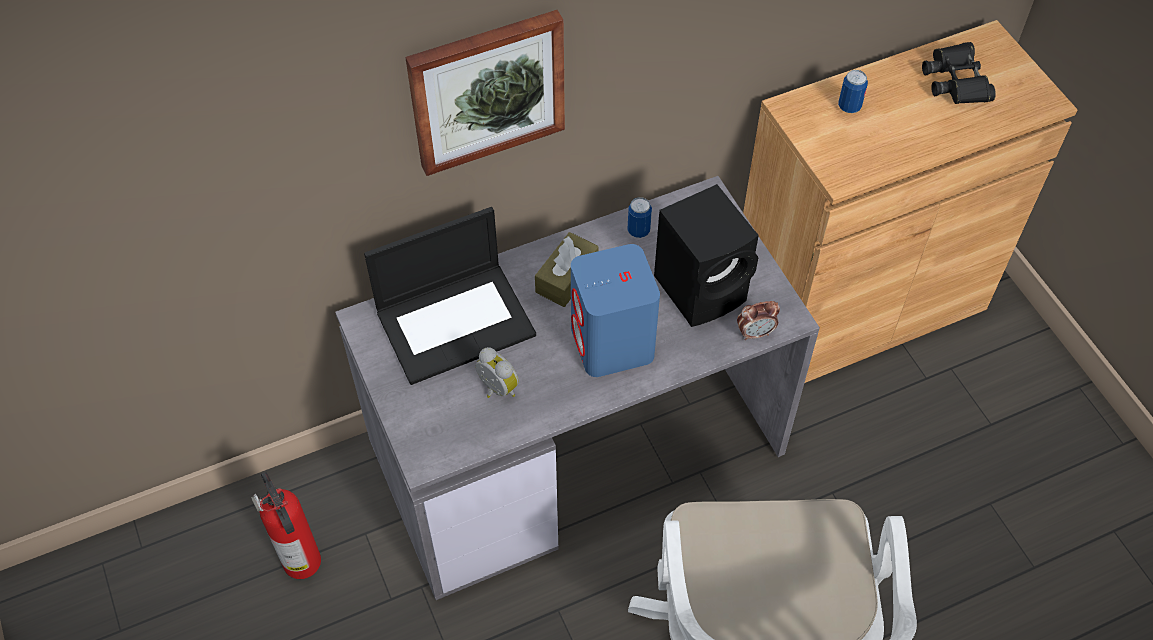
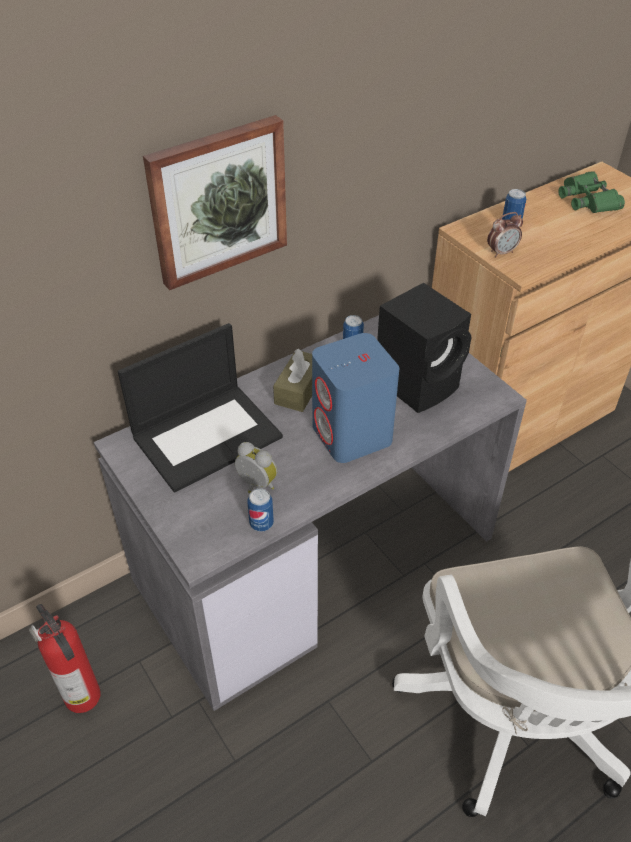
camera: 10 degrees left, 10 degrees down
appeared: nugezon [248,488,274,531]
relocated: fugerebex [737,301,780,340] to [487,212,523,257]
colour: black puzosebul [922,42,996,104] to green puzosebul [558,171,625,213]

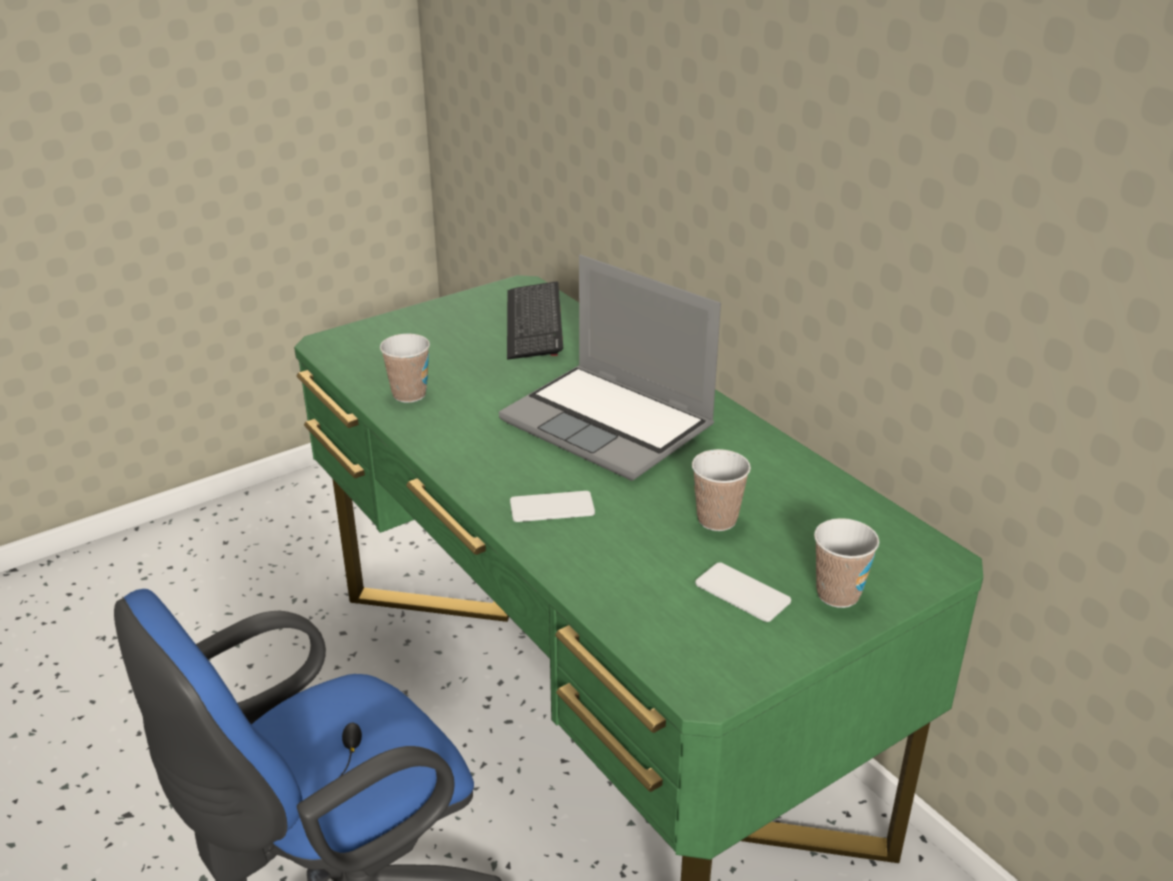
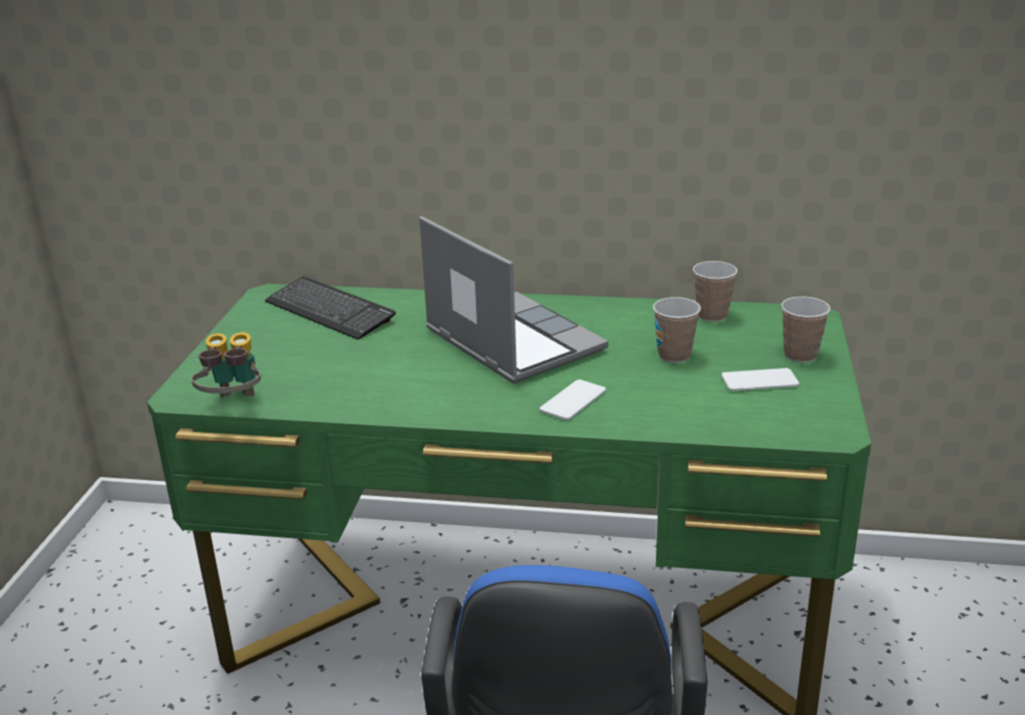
camera: 45 degrees left, 5 degrees down
appeared: puzosebul [191,332,261,398]
relocated: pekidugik [380,333,430,403] to [693,261,738,322]
spun: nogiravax [499,255,721,481] = [419,216,608,384] 120 degrees counterclockwise

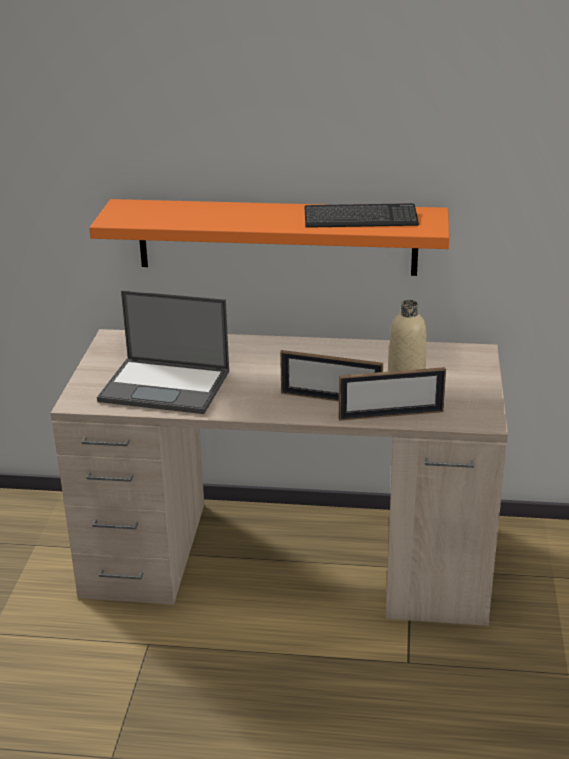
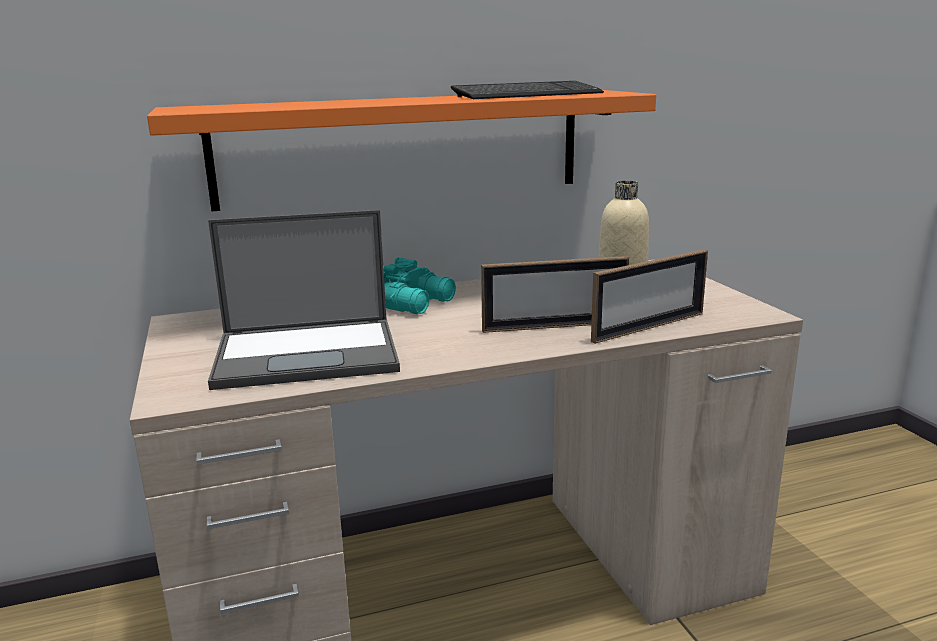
camera: 25 degrees left, 10 degrees down
appeared: turquoise puzosebul [383,257,456,314]

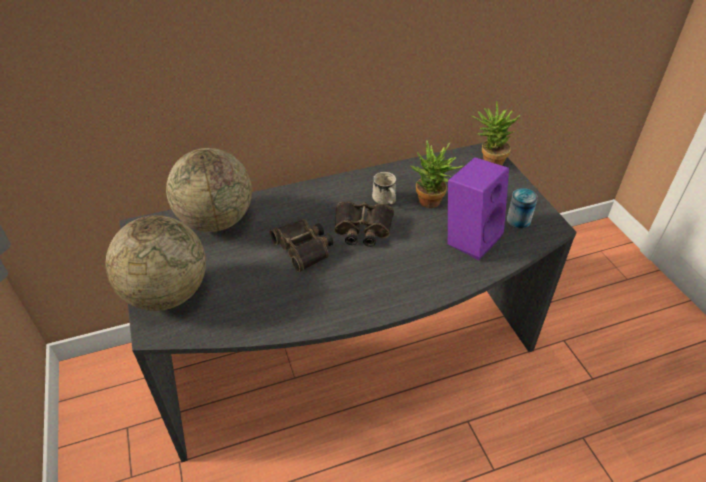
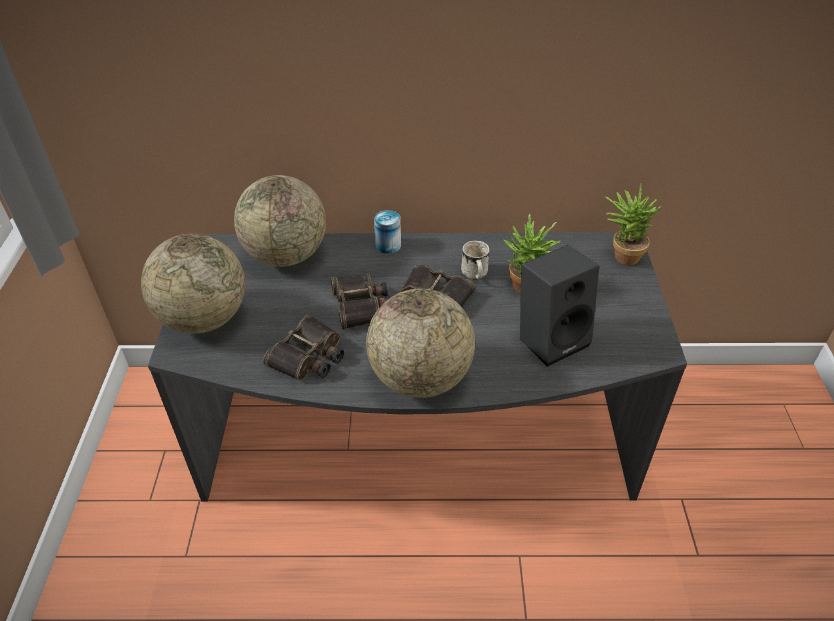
camera: 20 degrees right, 0 degrees up
appeared: puzosebul [263,315,344,381]; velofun [366,288,475,398]
relocated: nugezon [507,188,538,228] to [374,210,401,254]
colour: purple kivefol [448,157,509,260] to black kivefol [520,245,599,367]

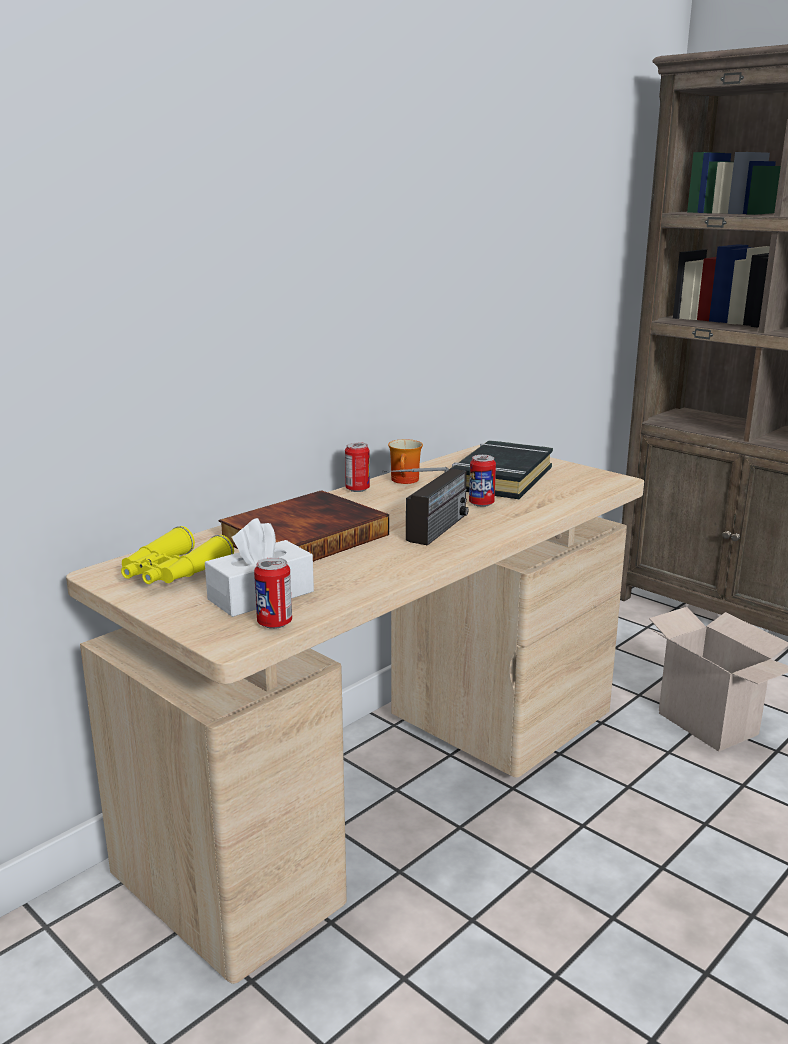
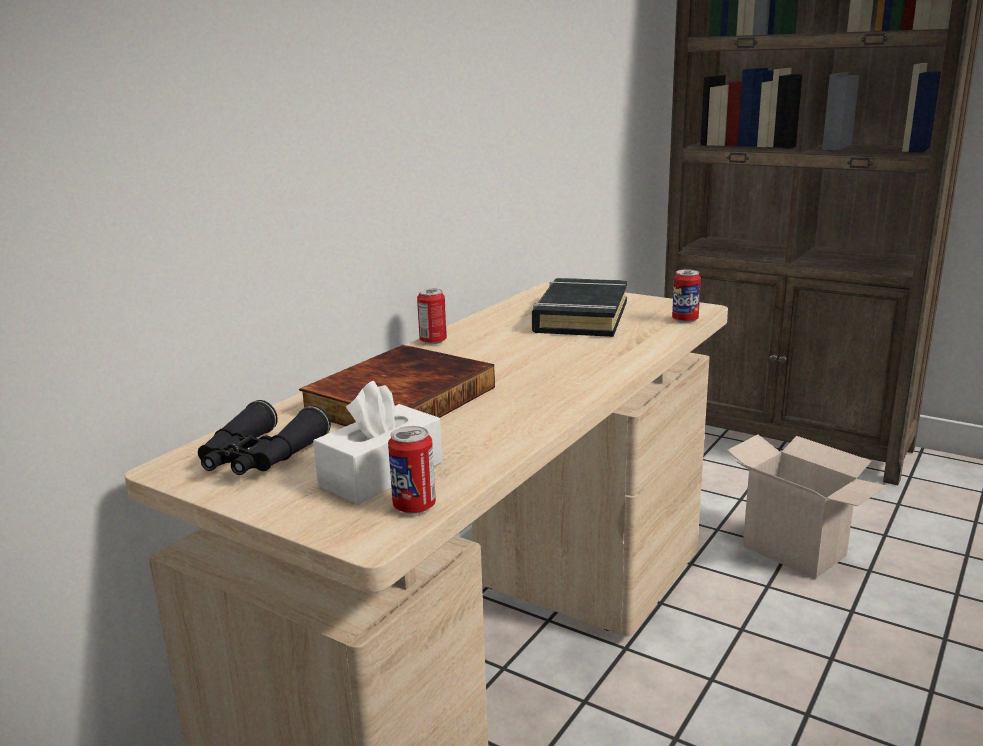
camera: 10 degrees left, 0 degrees up
missing: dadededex [382,467,469,546]; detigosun [388,439,423,484]
relocated: nugezon [469,455,496,507] to [672,270,701,323]
colour: yellow puzosebul [121,526,234,584] to black puzosebul [198,400,331,475]

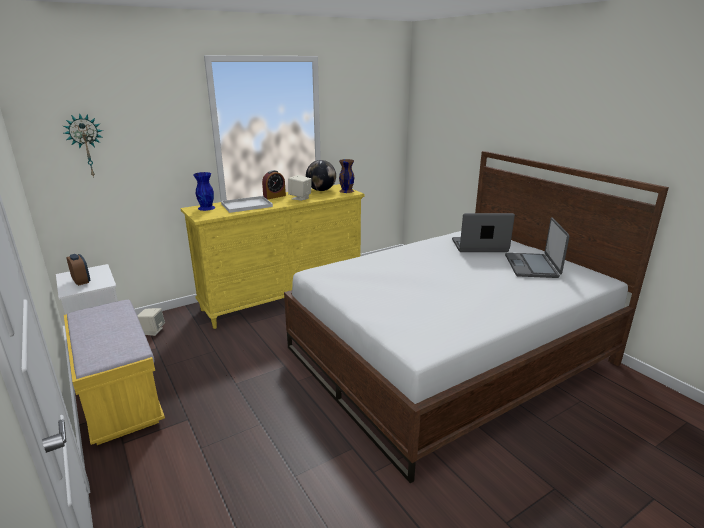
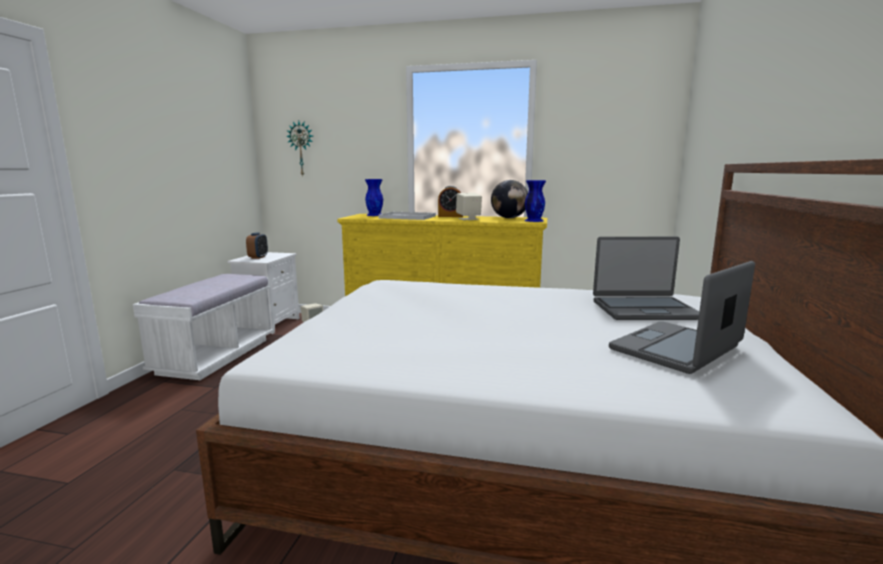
camera: 45 degrees right, 10 degrees down
colour: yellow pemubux [64,300,165,445] to white pemubux [133,274,273,380]; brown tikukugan [339,159,354,193] to blue tikukugan [524,180,546,222]
spun: nogiravax [452,213,515,252] = [593,237,699,320] 135 degrees clockwise

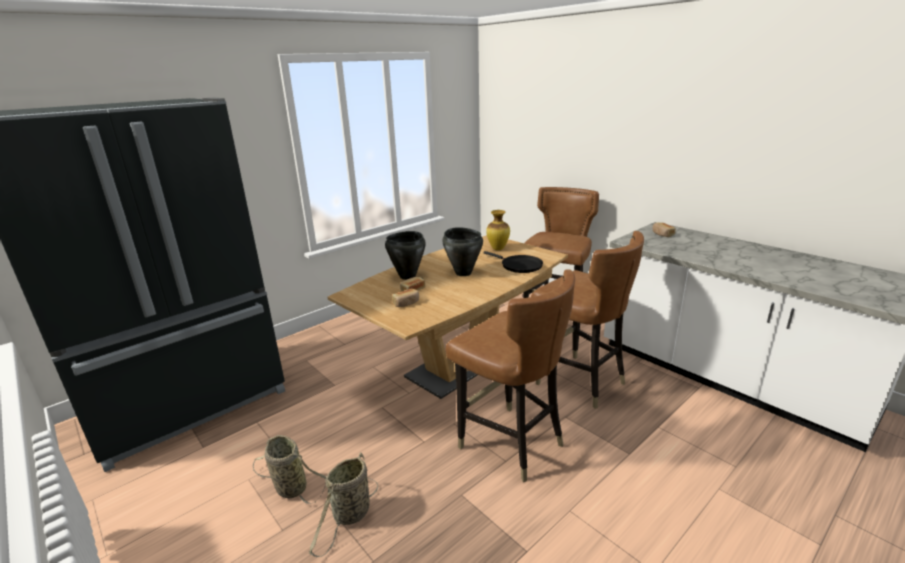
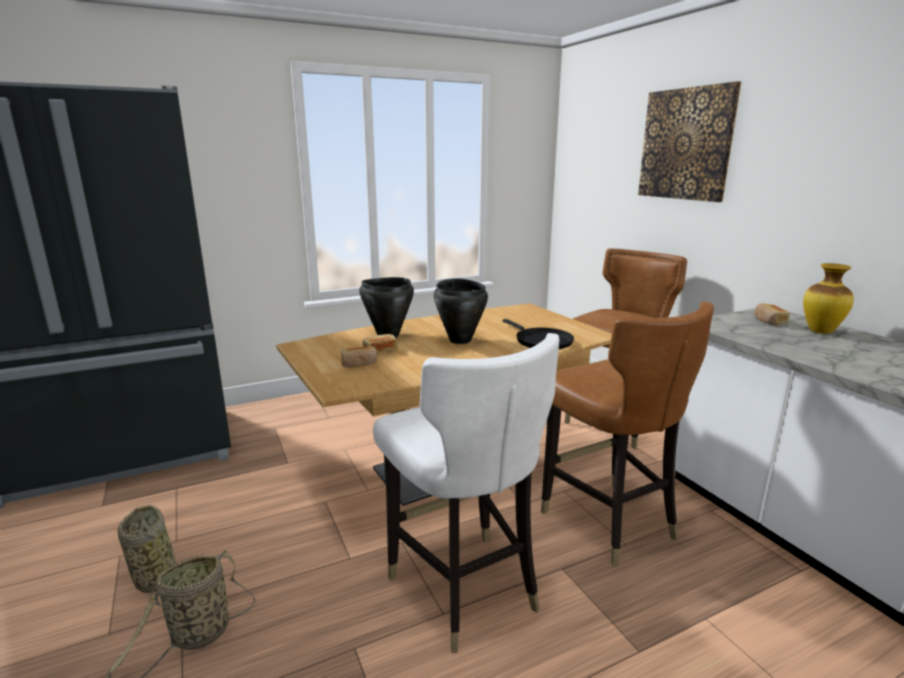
camera: 15 degrees right, 5 degrees down
appeared: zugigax [638,81,741,202]
relocated: tikukugan [486,210,510,250] to [803,263,854,334]
colour: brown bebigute [446,269,575,482] to white bebigute [373,333,560,653]

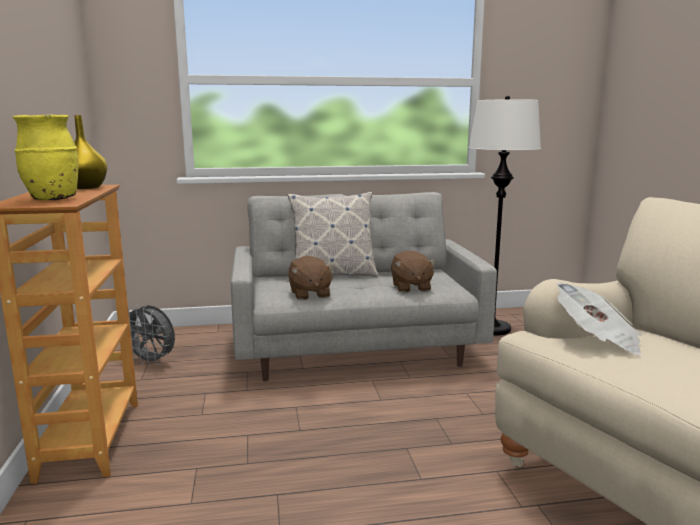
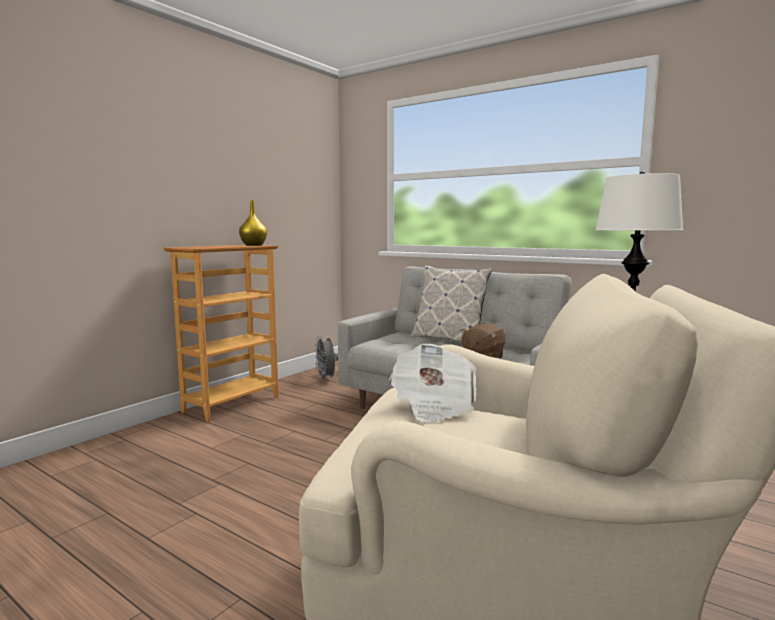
camera: 45 degrees right, 5 degrees down
missing: yellow tikukugan [13,114,78,200]; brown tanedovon [288,256,334,300]

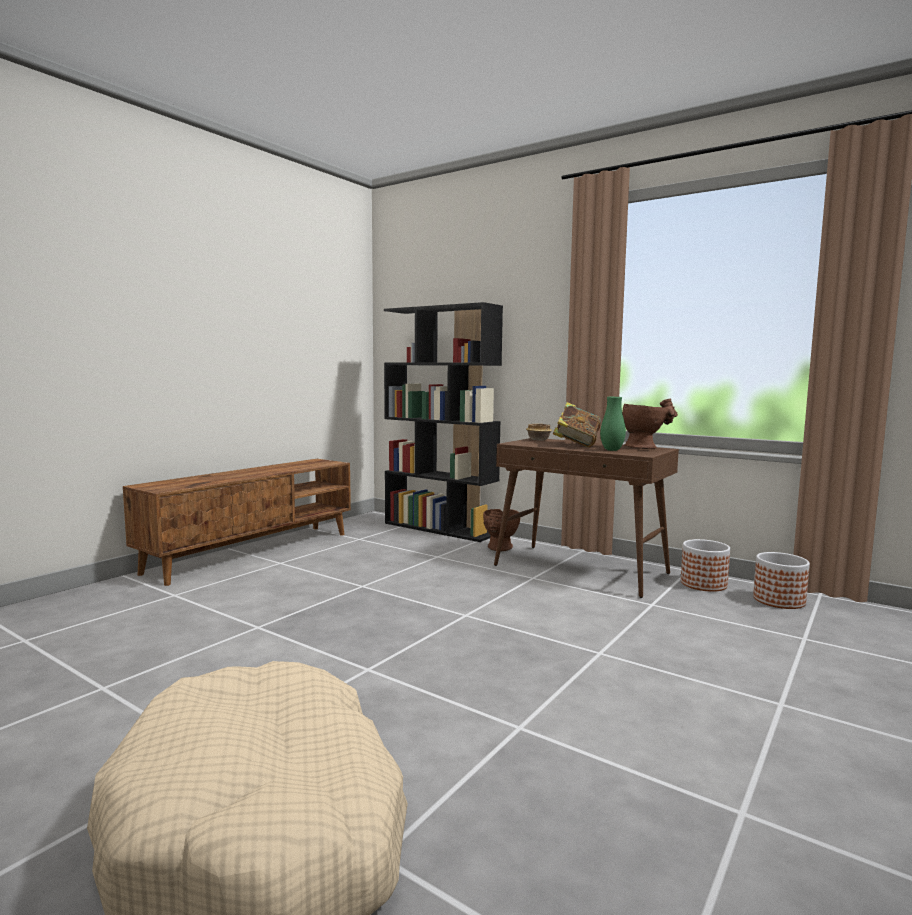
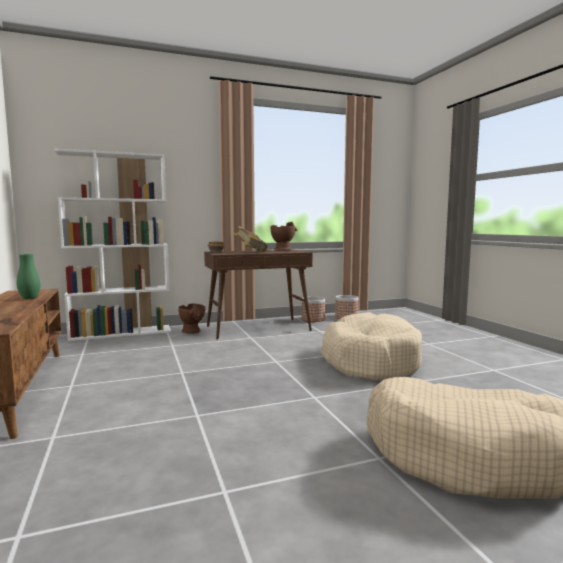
camera: 55 degrees left, 0 degrees up
appeared: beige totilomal [321,312,422,381]
relocated: green tikukugan [600,397,626,451] to [16,254,41,299]
colour: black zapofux [384,302,503,542] to white zapofux [54,149,171,341]

